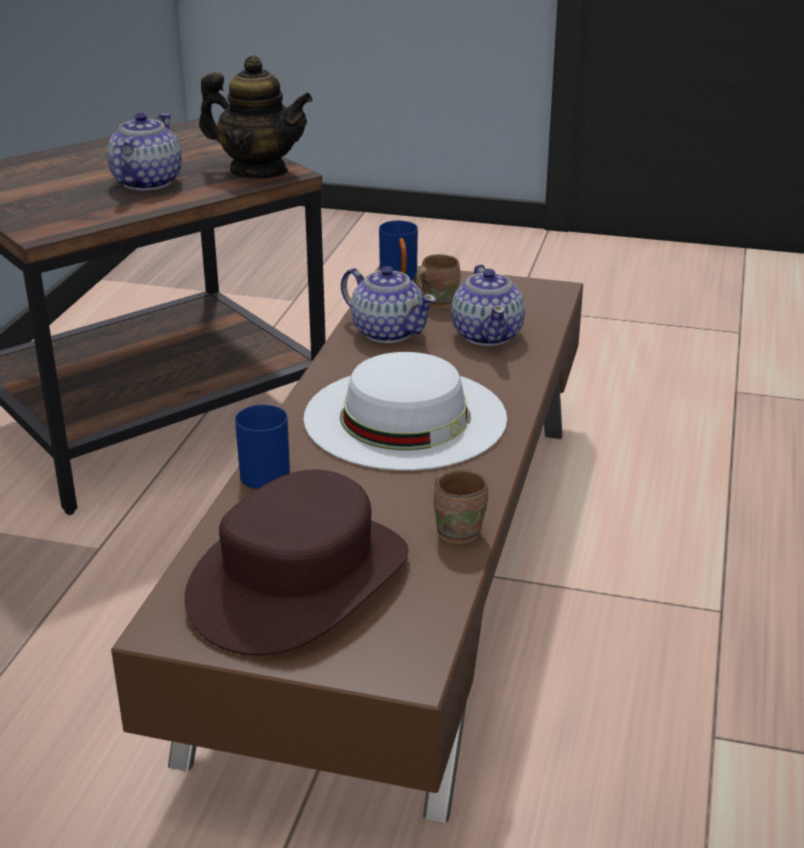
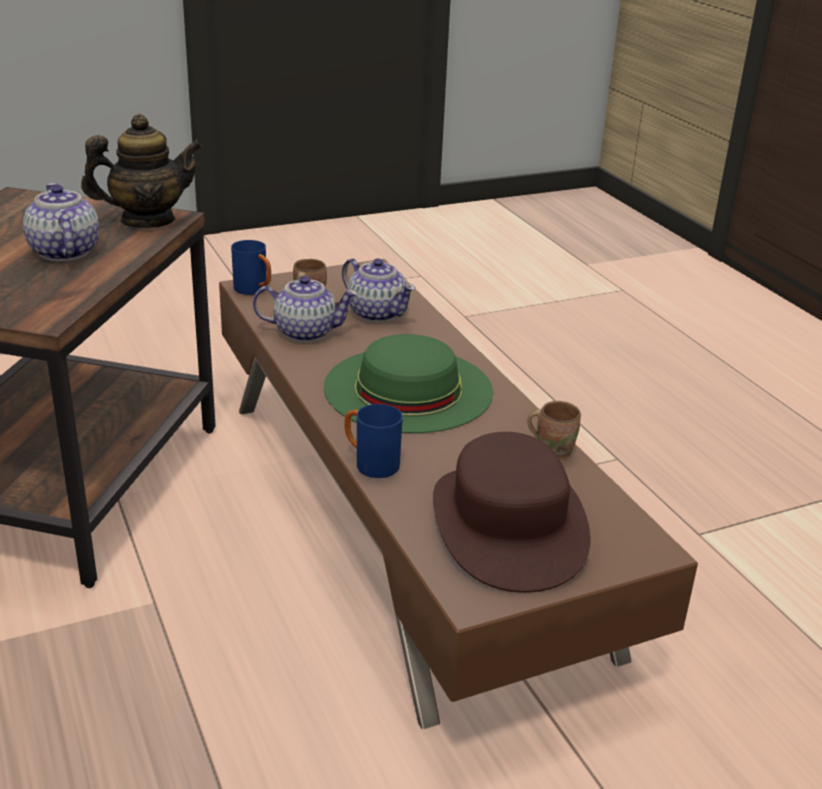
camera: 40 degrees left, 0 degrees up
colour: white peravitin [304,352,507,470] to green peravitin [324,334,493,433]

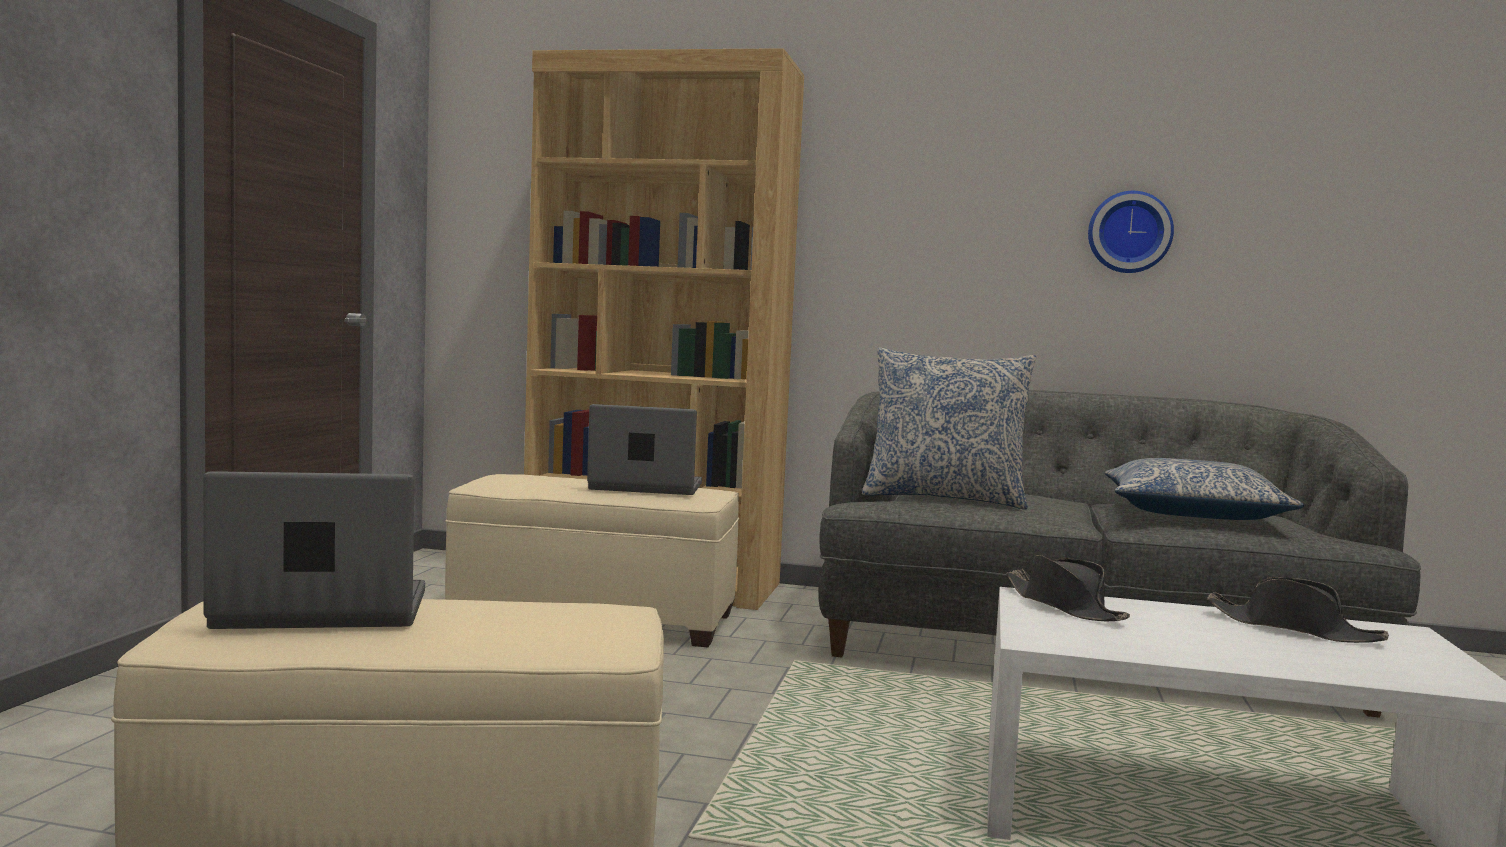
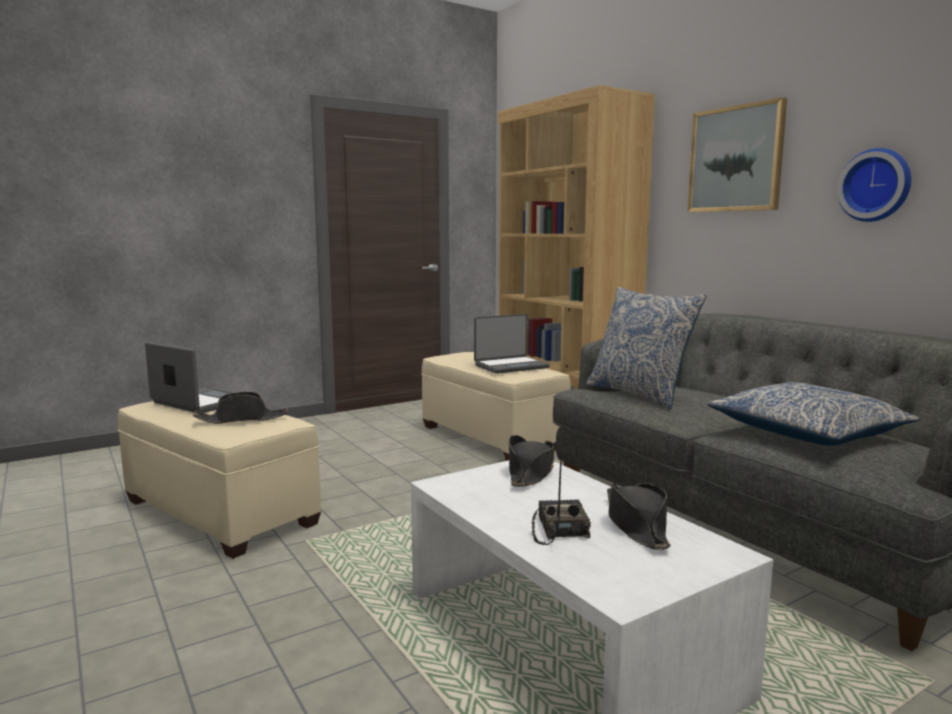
camera: 45 degrees right, 5 degrees up
appeared: black peravitin [193,392,288,424]; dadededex [532,444,591,545]; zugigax [688,97,787,212]
spun: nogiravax [587,404,702,495] = [474,314,550,374] 105 degrees clockwise

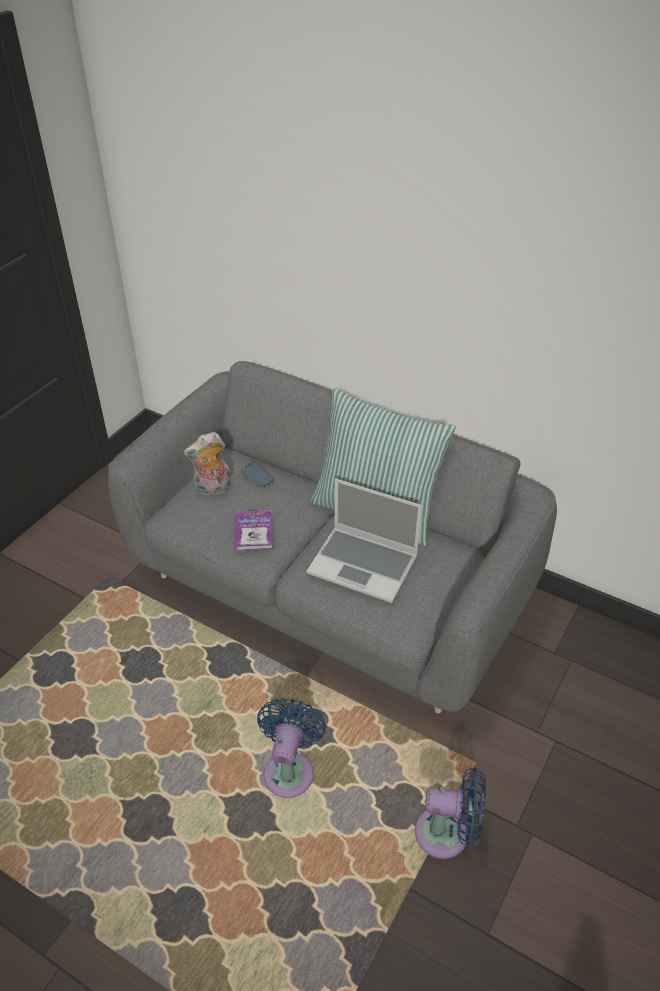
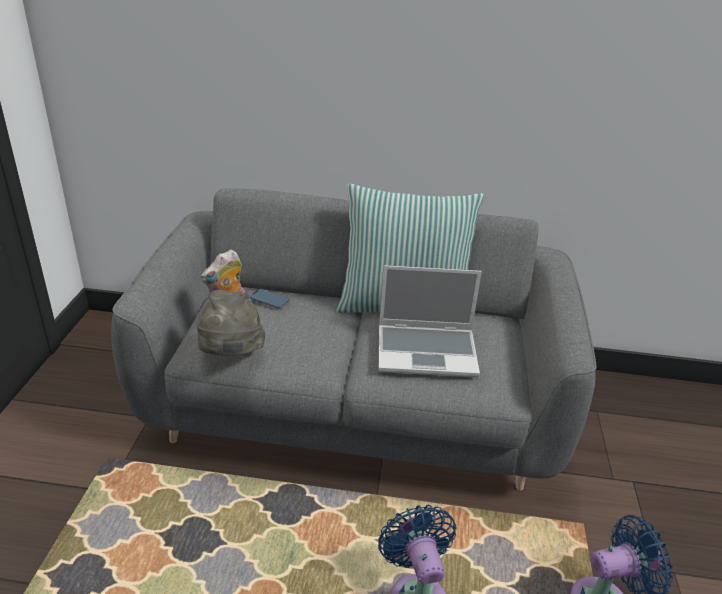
camera: 25 degrees left, 10 degrees down
missing: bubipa [234,510,273,551]
appeared: grey peravitin [197,290,265,355]

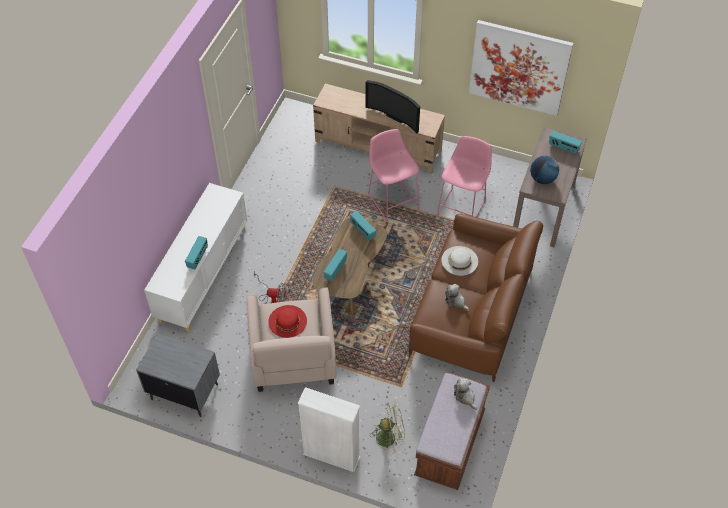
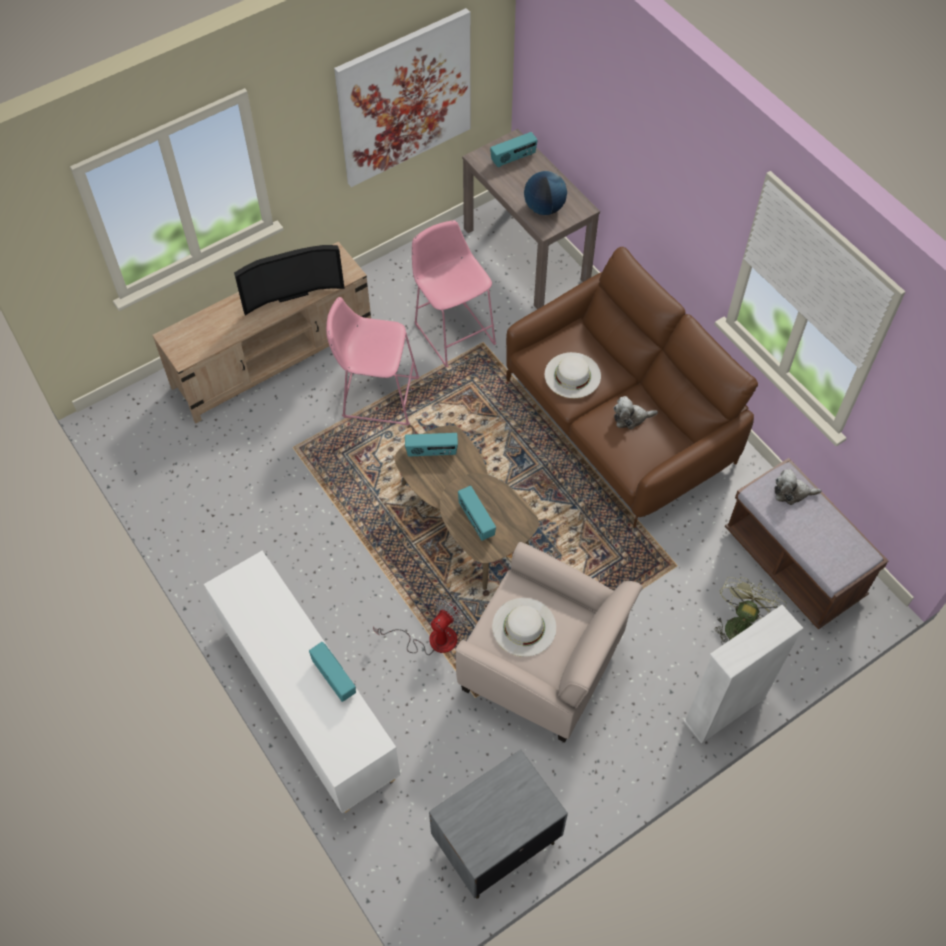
camera: 55 degrees left, 5 degrees up
colour: red peravitin [268,305,307,338] to white peravitin [492,598,556,657]

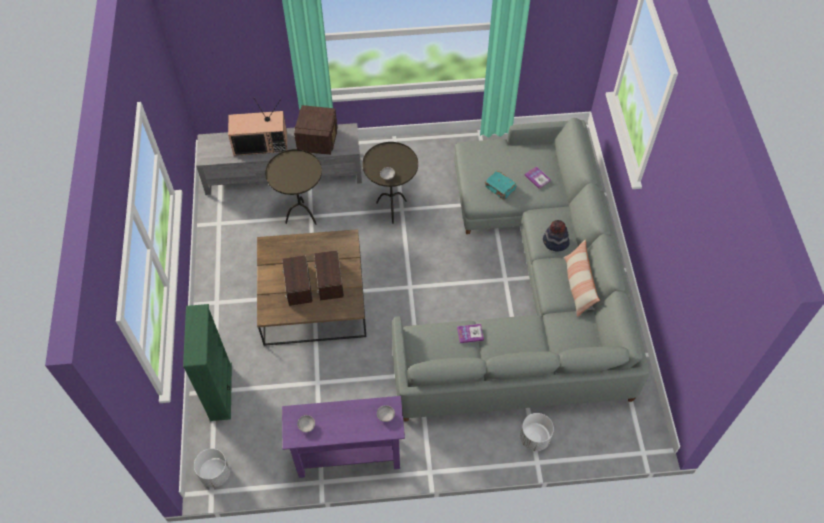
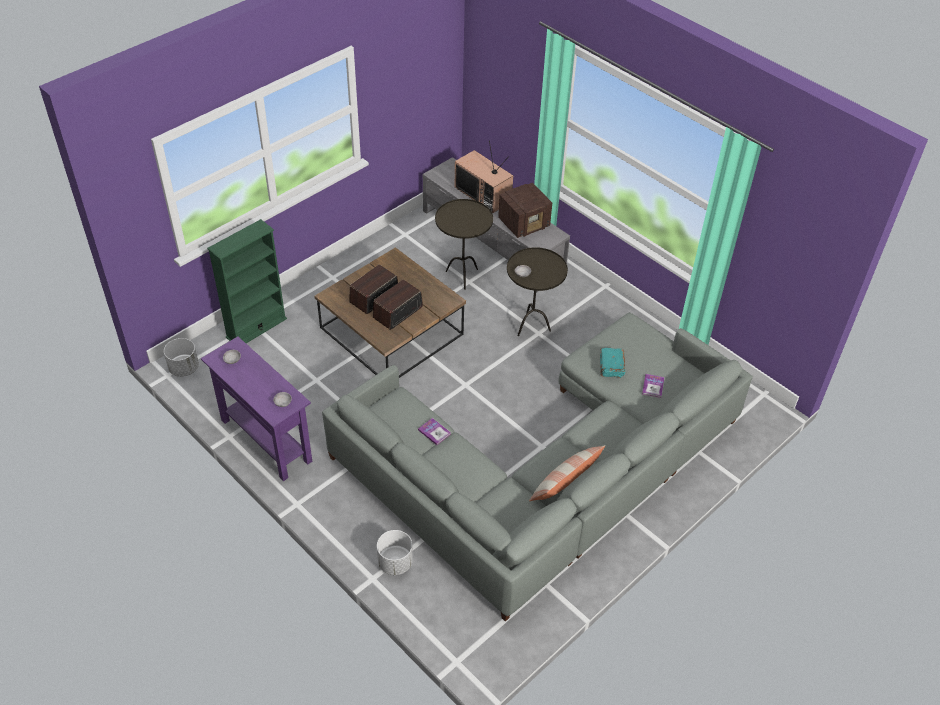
camera: 50 degrees right, 10 degrees down
missing: peravitin [543,220,569,251]

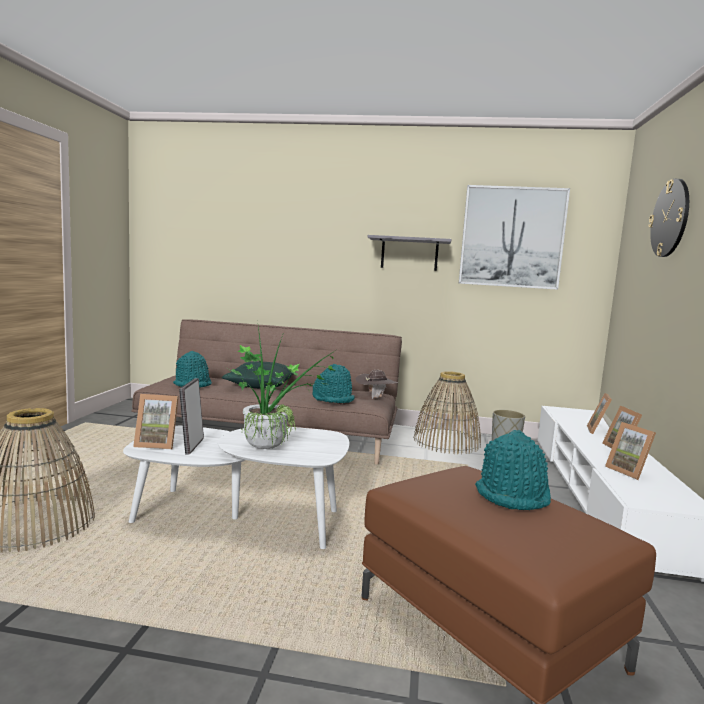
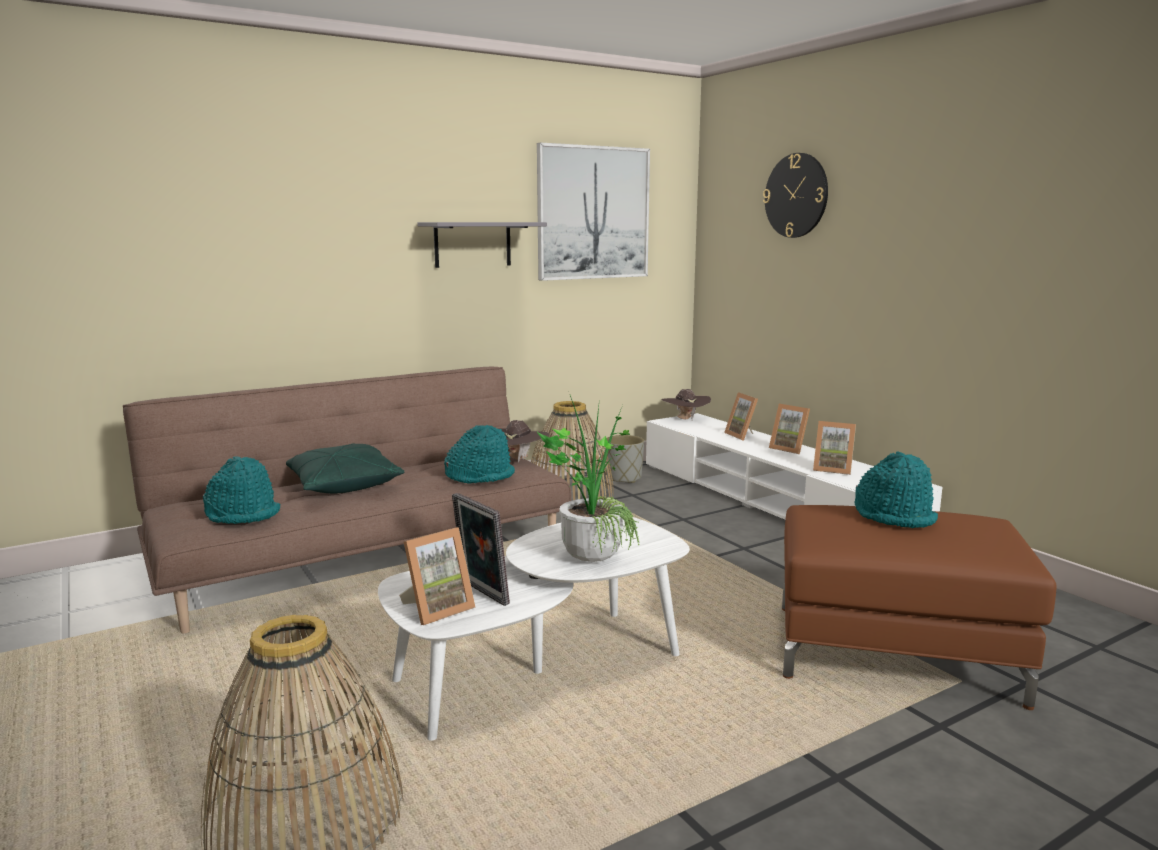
camera: 40 degrees left, 5 degrees up
appeared: brown peravitin [661,389,711,419]

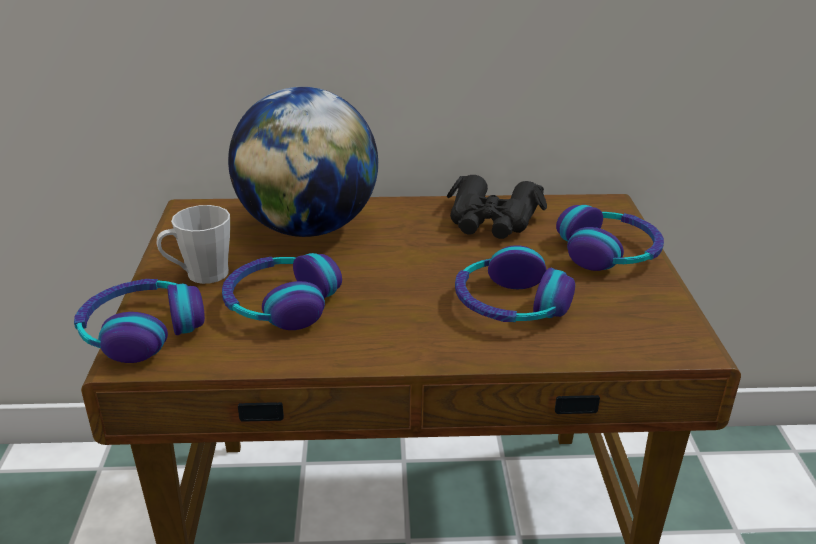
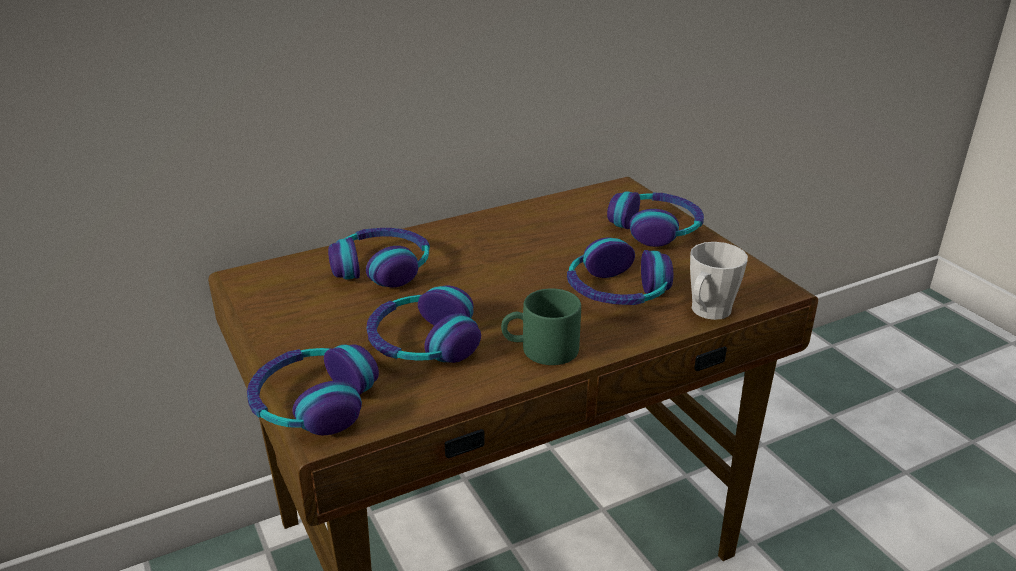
camera: 25 degrees left, 0 degrees up
missing: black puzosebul [447,175,547,239]
appeared: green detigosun [501,288,581,365]
relocated: grey detigosun [156,205,230,284] to [690,242,748,320]
exchanged: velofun [228,87,378,237] to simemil [328,228,430,288]

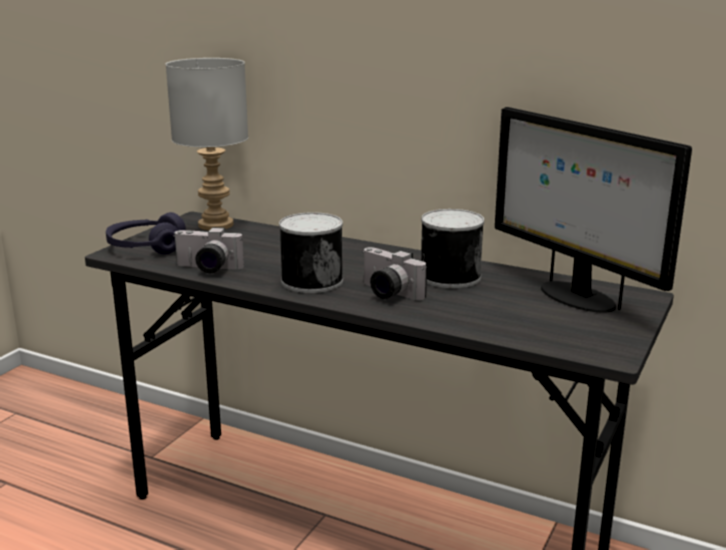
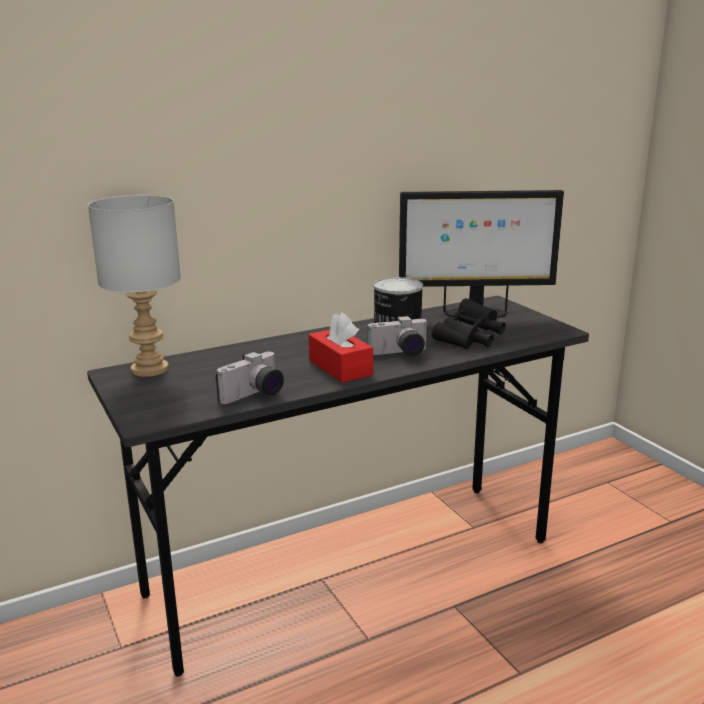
camera: 55 degrees left, 0 degrees up
missing: purple simemil [106,212,186,255]
appeared: black puzosebul [432,298,506,349]
exchanged: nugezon [279,212,343,293] to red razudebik [309,312,373,383]

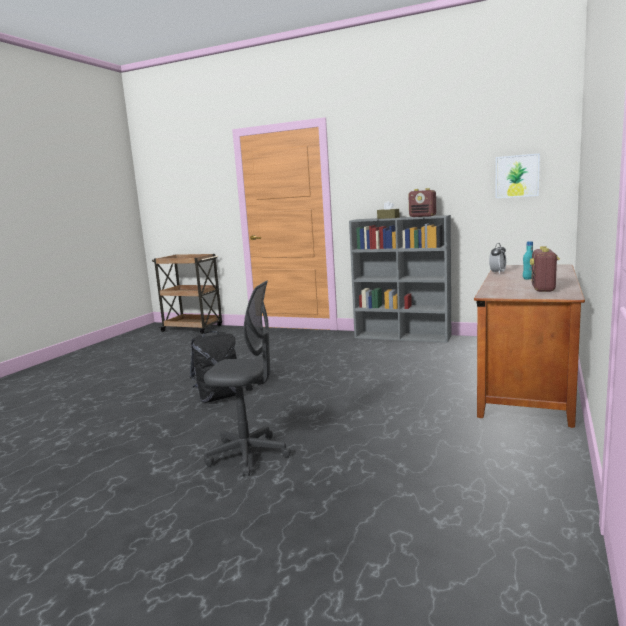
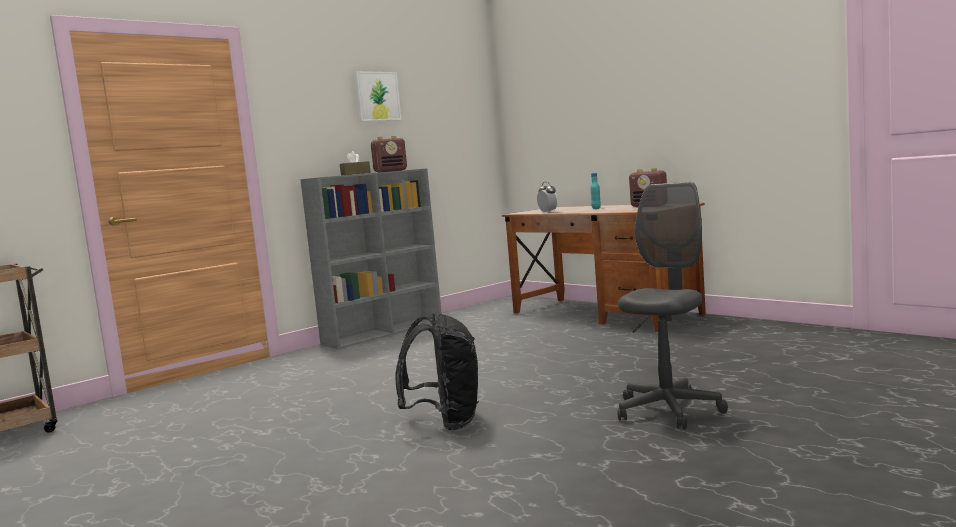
camera: 65 degrees left, 5 degrees down
relocated: zugigax [495,153,540,198] to [355,71,402,121]

